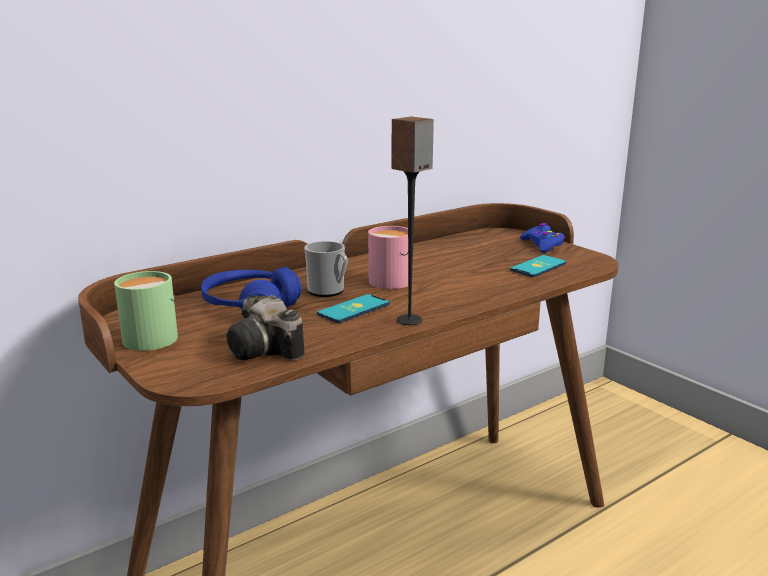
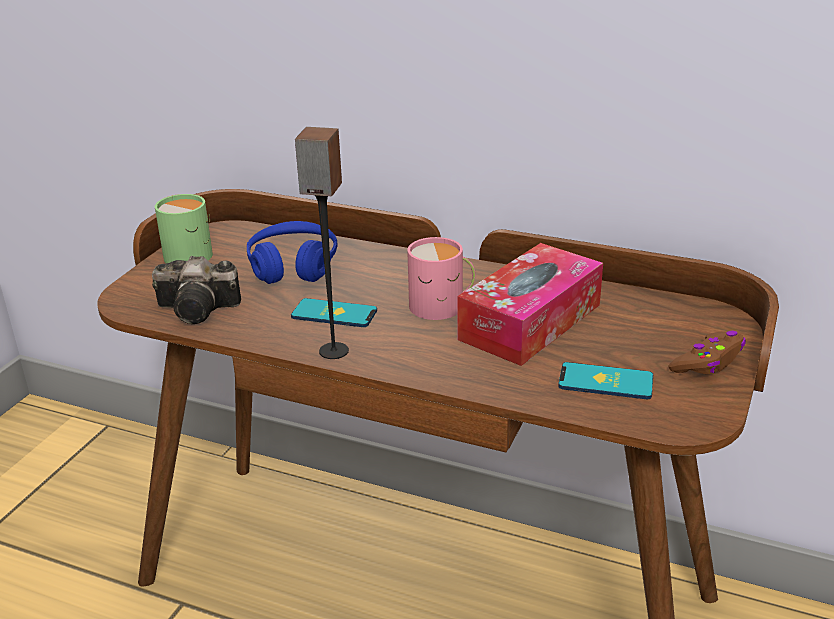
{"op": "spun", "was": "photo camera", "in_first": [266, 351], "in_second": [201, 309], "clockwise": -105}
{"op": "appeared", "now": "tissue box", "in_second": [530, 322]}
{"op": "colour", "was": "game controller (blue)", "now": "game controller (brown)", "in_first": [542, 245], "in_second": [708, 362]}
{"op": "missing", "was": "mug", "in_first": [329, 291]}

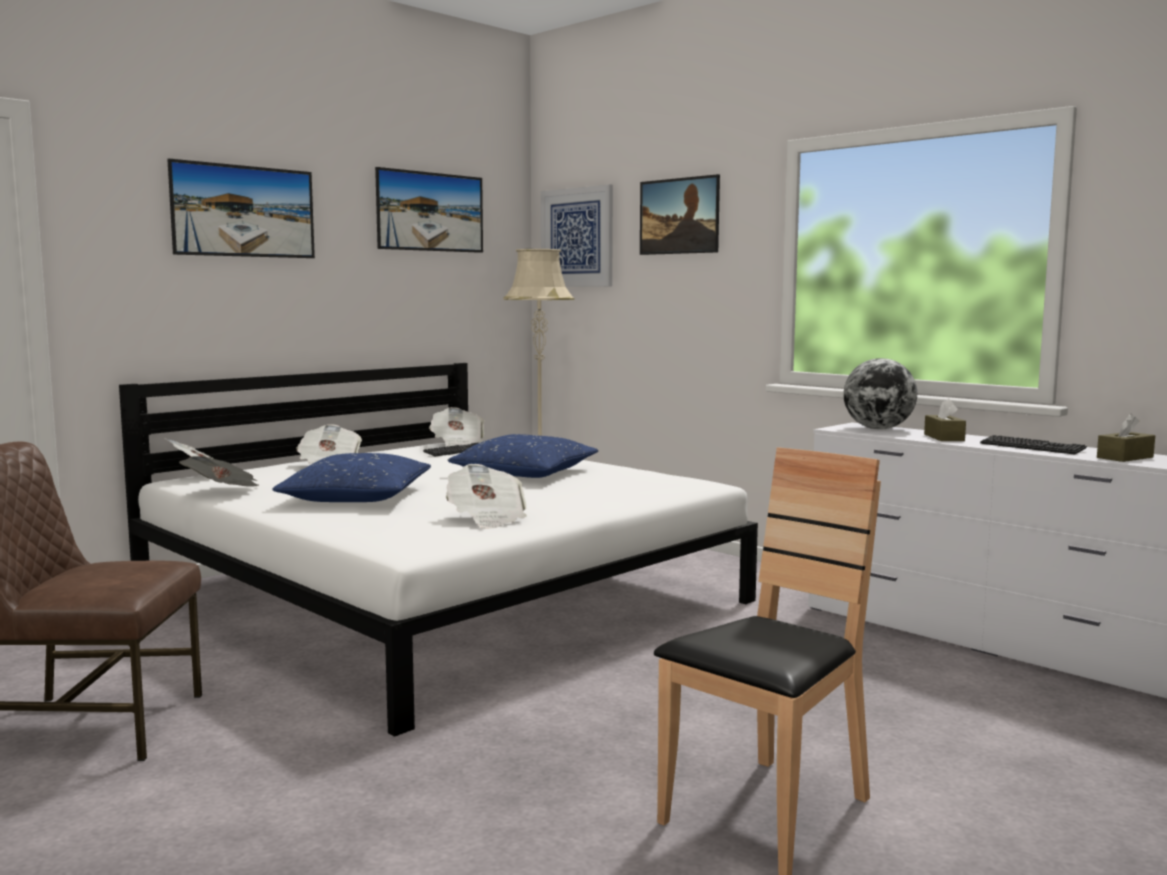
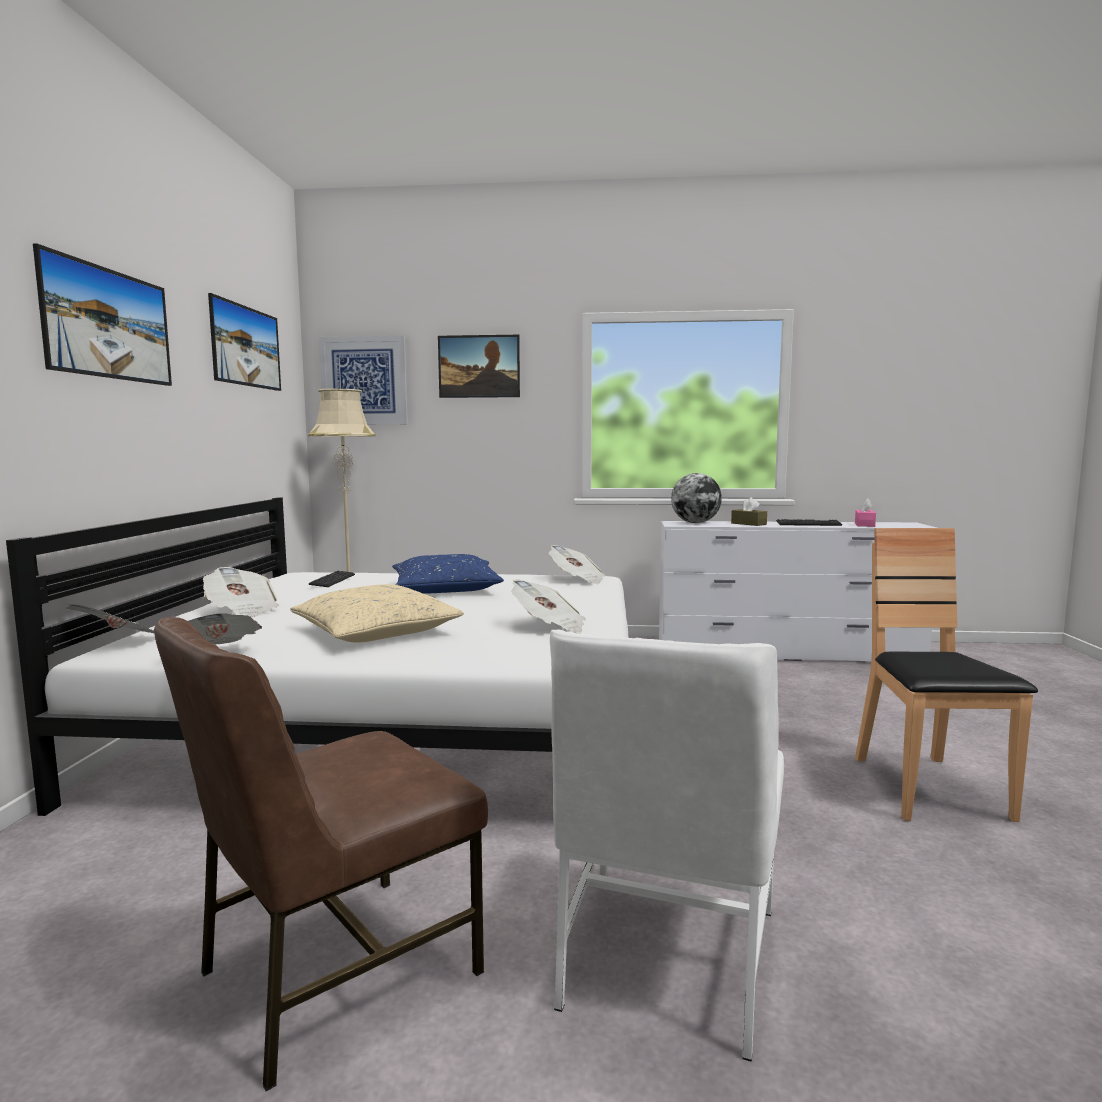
{"op": "colour", "was": "pillow (blue)", "now": "pillow (beige)", "in_first": [356, 497], "in_second": [376, 631]}
{"op": "relocated", "was": "newspaper", "in_first": [457, 443], "in_second": [577, 580]}
{"op": "appeared", "now": "chair (white)", "in_second": [666, 958]}
{"op": "colour", "was": "tissue box (brown)", "now": "tissue box (pink)", "in_first": [1125, 457], "in_second": [864, 524]}

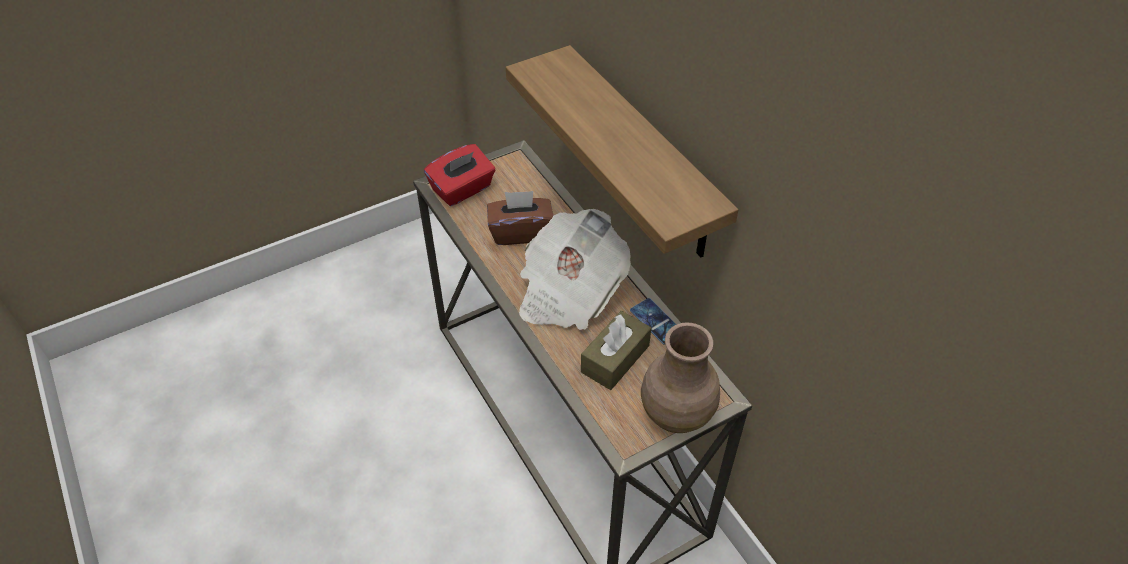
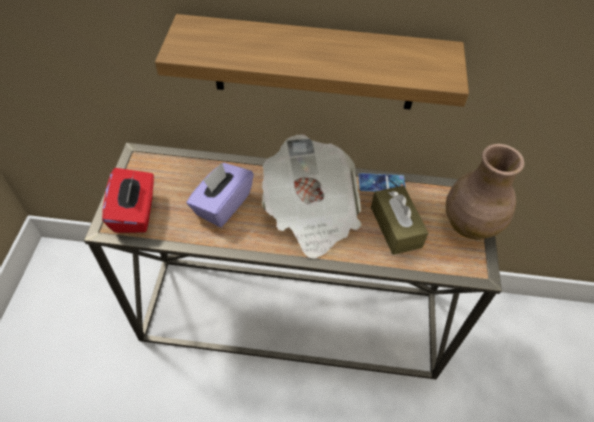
{"op": "colour", "was": "tissue box (brown)", "now": "tissue box (purple)", "in_first": [521, 232], "in_second": [222, 205]}

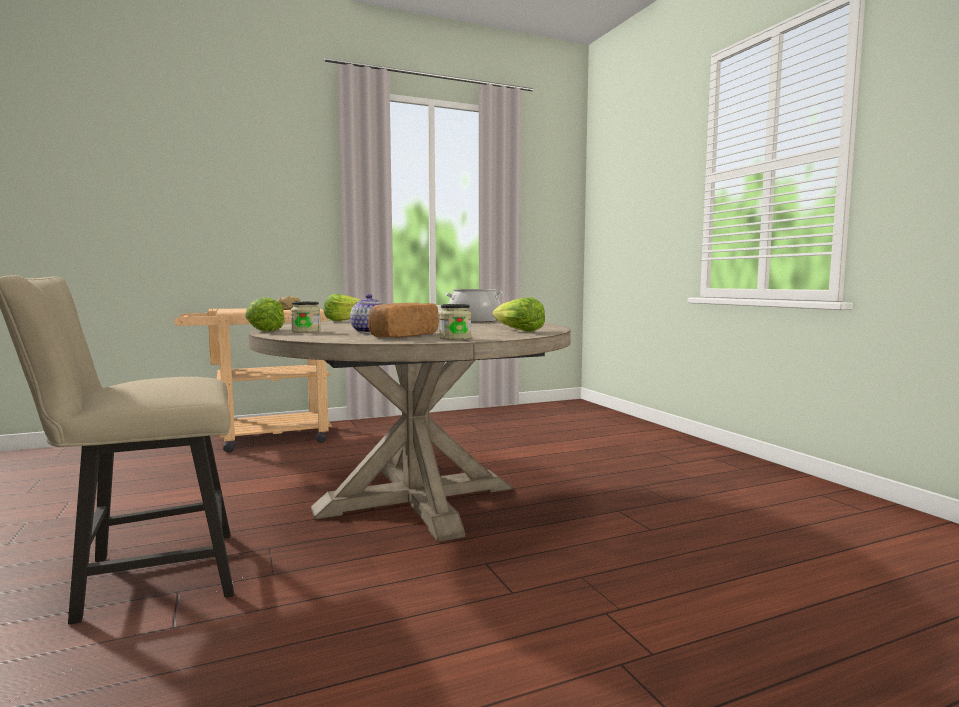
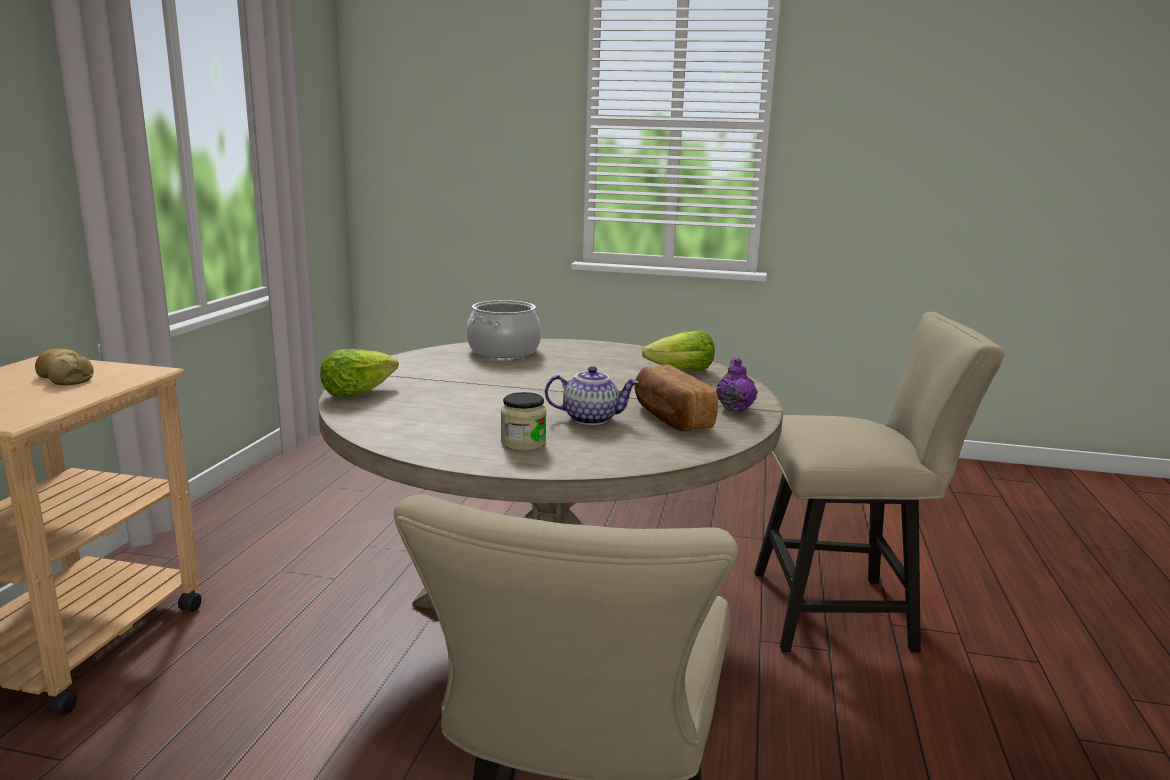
{"op": "exchanged", "was": "jar", "now": "teapot (purple)", "in_first": [455, 338], "in_second": [734, 408]}
{"op": "appeared", "now": "chair (beige)", "in_second": [845, 612]}
{"op": "missing", "was": "lettuce", "in_first": [266, 330]}

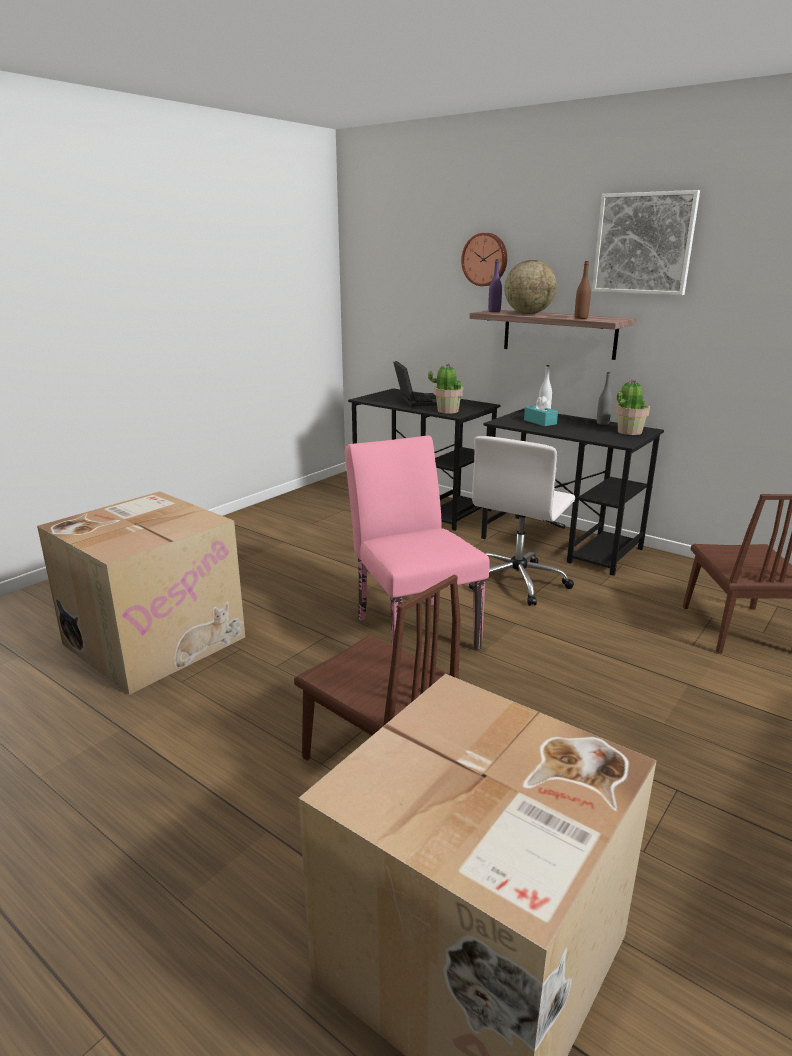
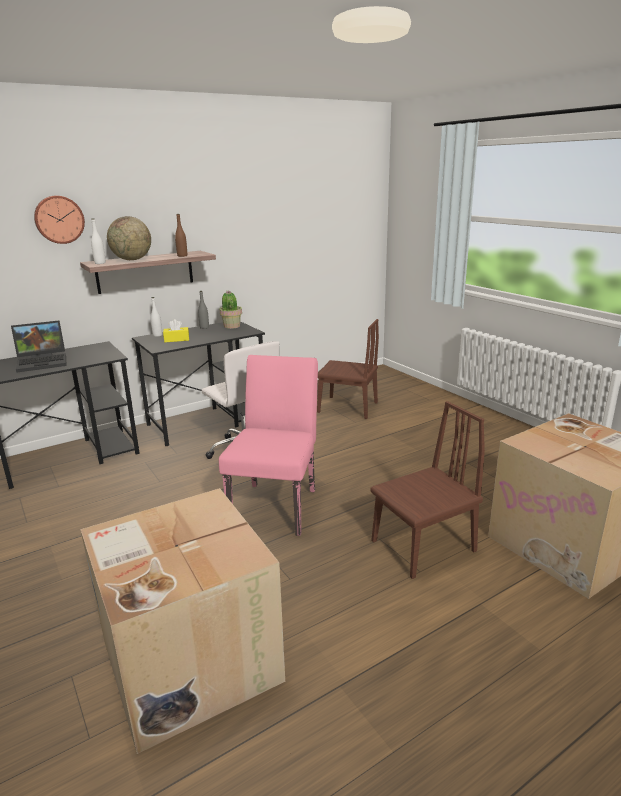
{"op": "spun", "was": "laptop", "in_first": [416, 401], "in_second": [44, 362], "clockwise": 150}
{"op": "colour", "was": "bottle (purple)", "now": "bottle (white)", "in_first": [494, 311], "in_second": [100, 263]}
{"op": "colour", "was": "tissue box (turquoise)", "now": "tissue box (yellow)", "in_first": [540, 422], "in_second": [176, 339]}
{"op": "spun", "was": "chair (pink)", "in_first": [412, 628], "in_second": [277, 503], "clockwise": 105}
{"op": "missing", "was": "potted plant", "in_first": [447, 411]}
{"op": "missing", "was": "picture", "in_first": [644, 244]}

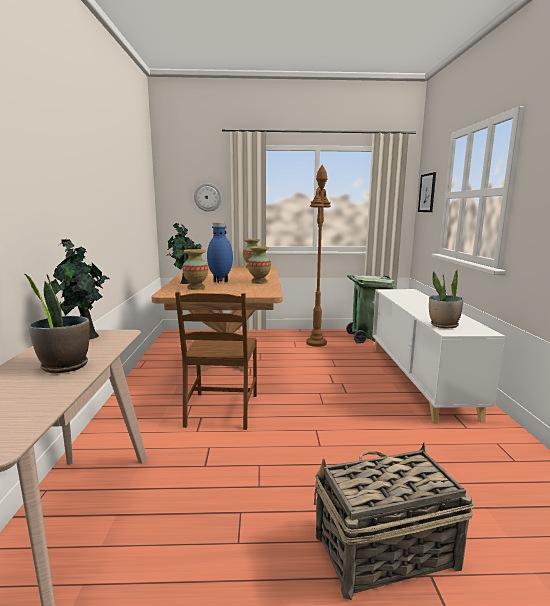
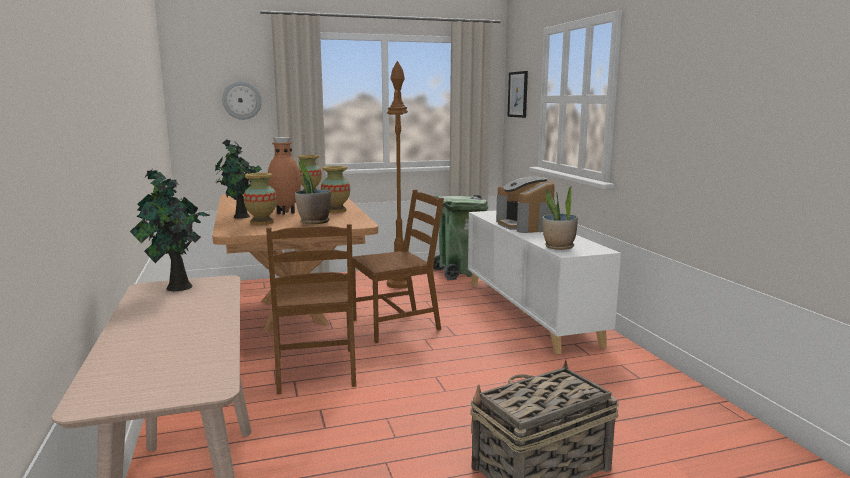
{"op": "colour", "was": "vase (blue)", "now": "vase (brown)", "in_first": [220, 281], "in_second": [285, 212]}
{"op": "relocated", "was": "potted plant", "in_first": [64, 366], "in_second": [314, 222]}
{"op": "appeared", "now": "chair (brown)", "in_second": [396, 325]}
{"op": "appeared", "now": "coffee machine", "in_second": [525, 225]}

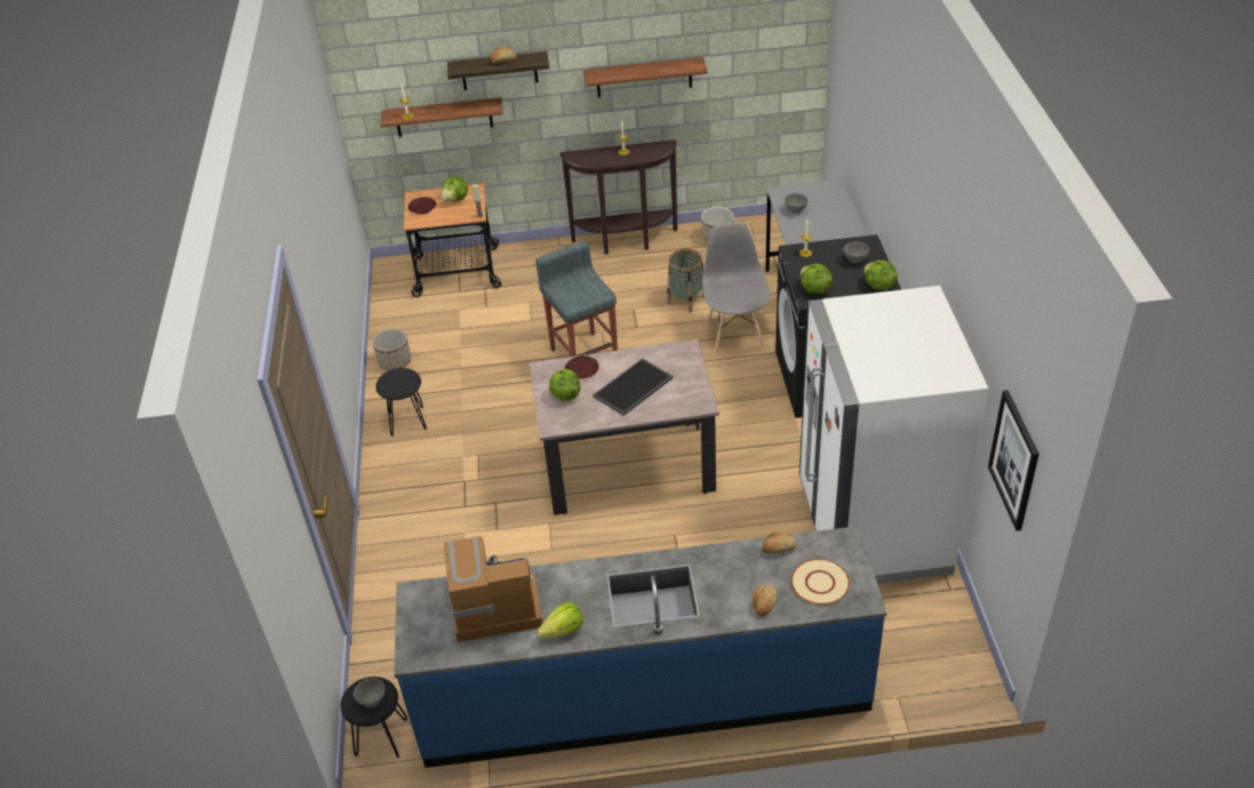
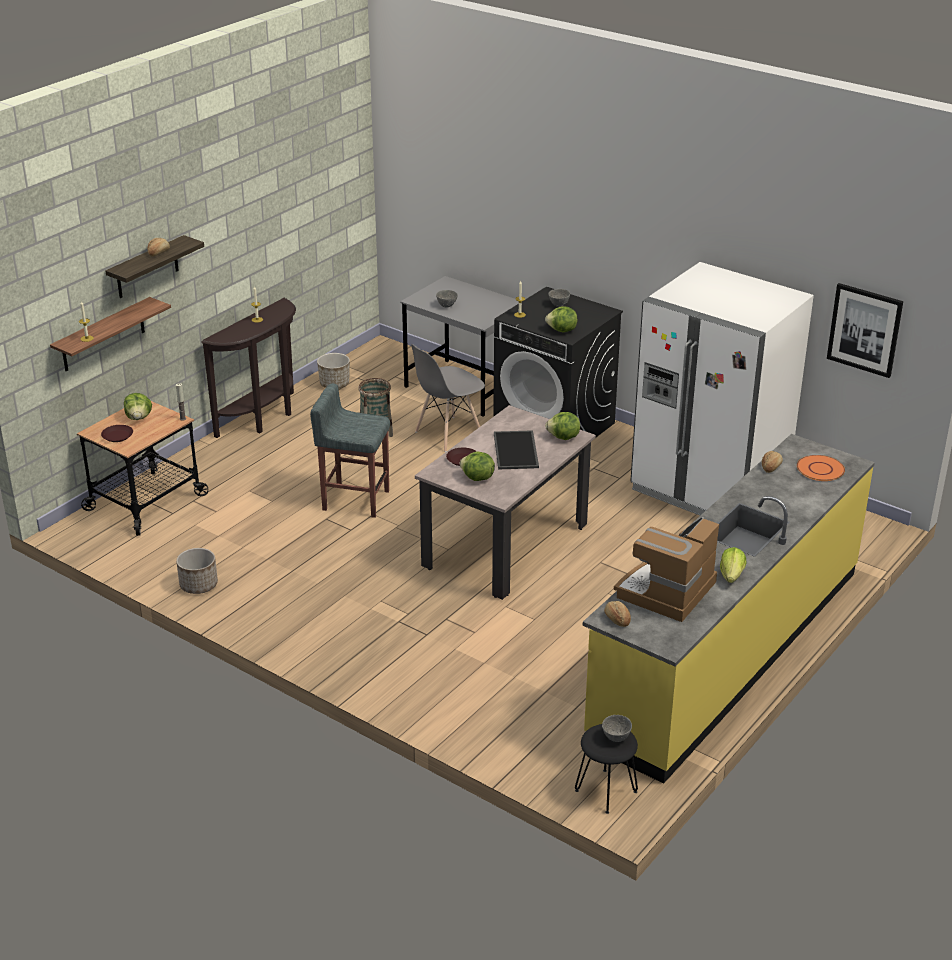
{"op": "spun", "was": "chair (grey)", "in_first": [735, 335], "in_second": [448, 434], "clockwise": -75}
{"op": "relocated", "was": "lettuce", "in_first": [878, 286], "in_second": [563, 437]}
{"op": "colour", "was": "counter (blue)", "now": "counter (yellow)", "in_first": [643, 695], "in_second": [726, 652]}
{"op": "relocated", "was": "bread", "in_first": [764, 604], "in_second": [616, 619]}
{"op": "colour", "was": "plate (beige)", "now": "plate (orange)", "in_first": [820, 582], "in_second": [820, 469]}
{"op": "missing", "was": "stool (black)", "in_first": [407, 421]}
{"op": "missing", "was": "shelf", "in_first": [644, 77]}

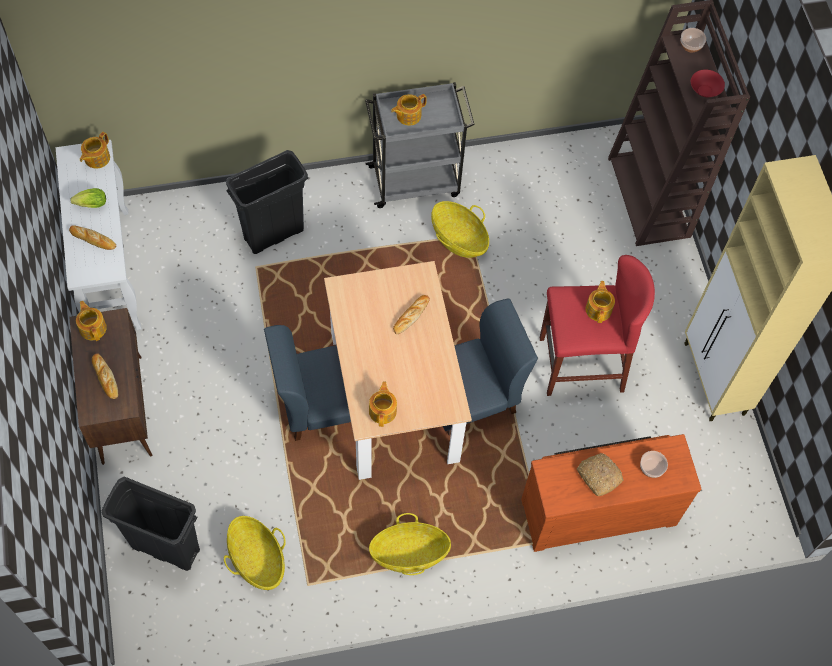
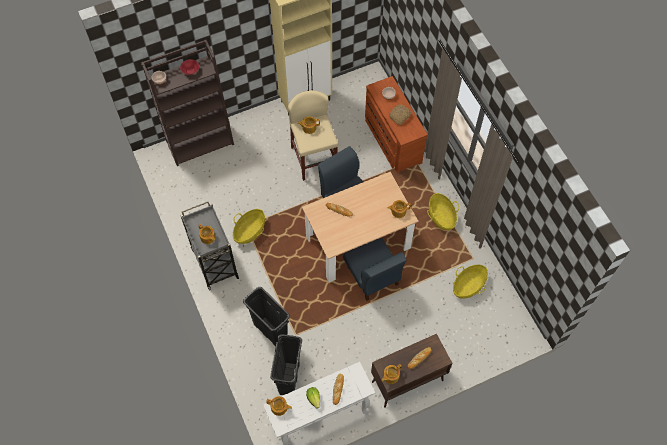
{"op": "relocated", "was": "trash can (black)", "in_first": [165, 548], "in_second": [289, 378]}
{"op": "colour", "was": "stool (red)", "now": "stool (beige)", "in_first": [580, 364], "in_second": [313, 159]}

